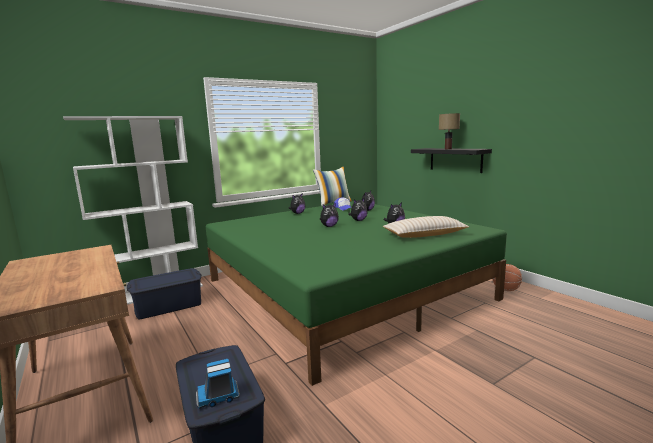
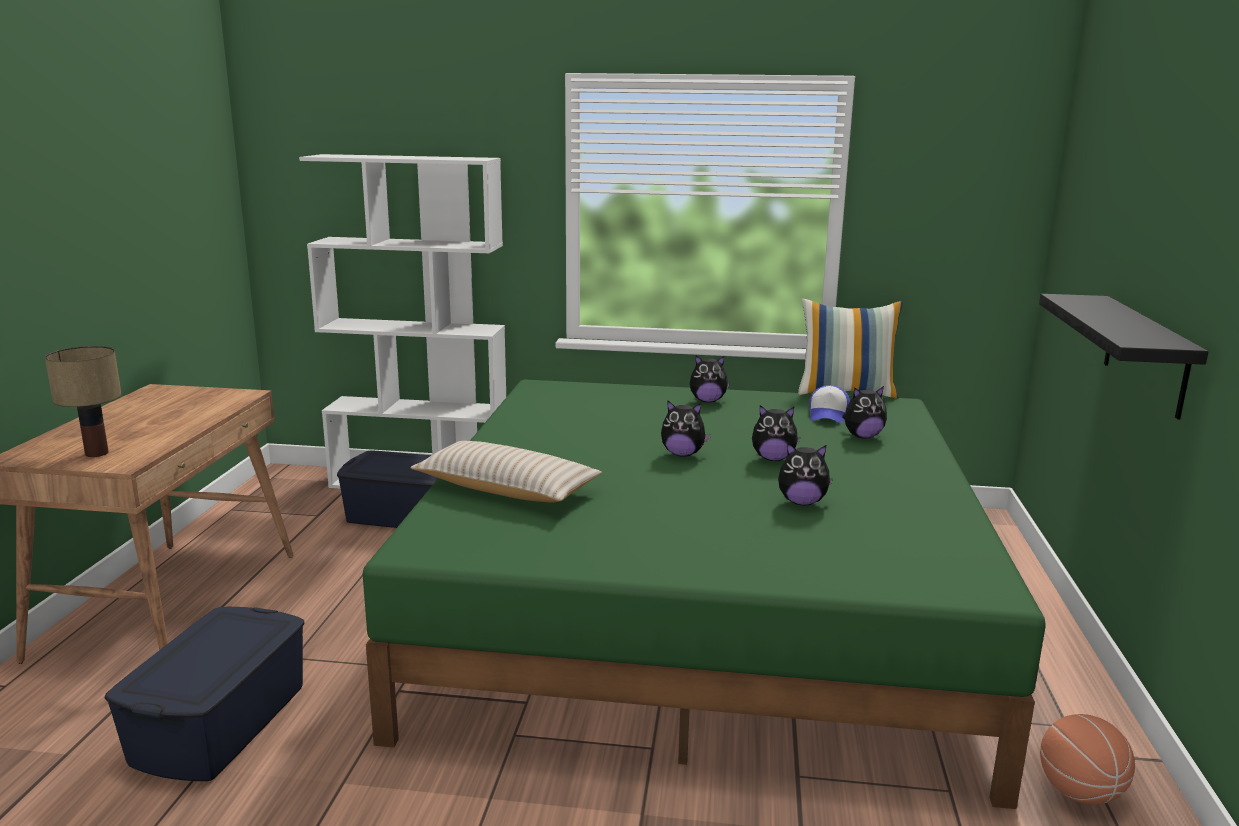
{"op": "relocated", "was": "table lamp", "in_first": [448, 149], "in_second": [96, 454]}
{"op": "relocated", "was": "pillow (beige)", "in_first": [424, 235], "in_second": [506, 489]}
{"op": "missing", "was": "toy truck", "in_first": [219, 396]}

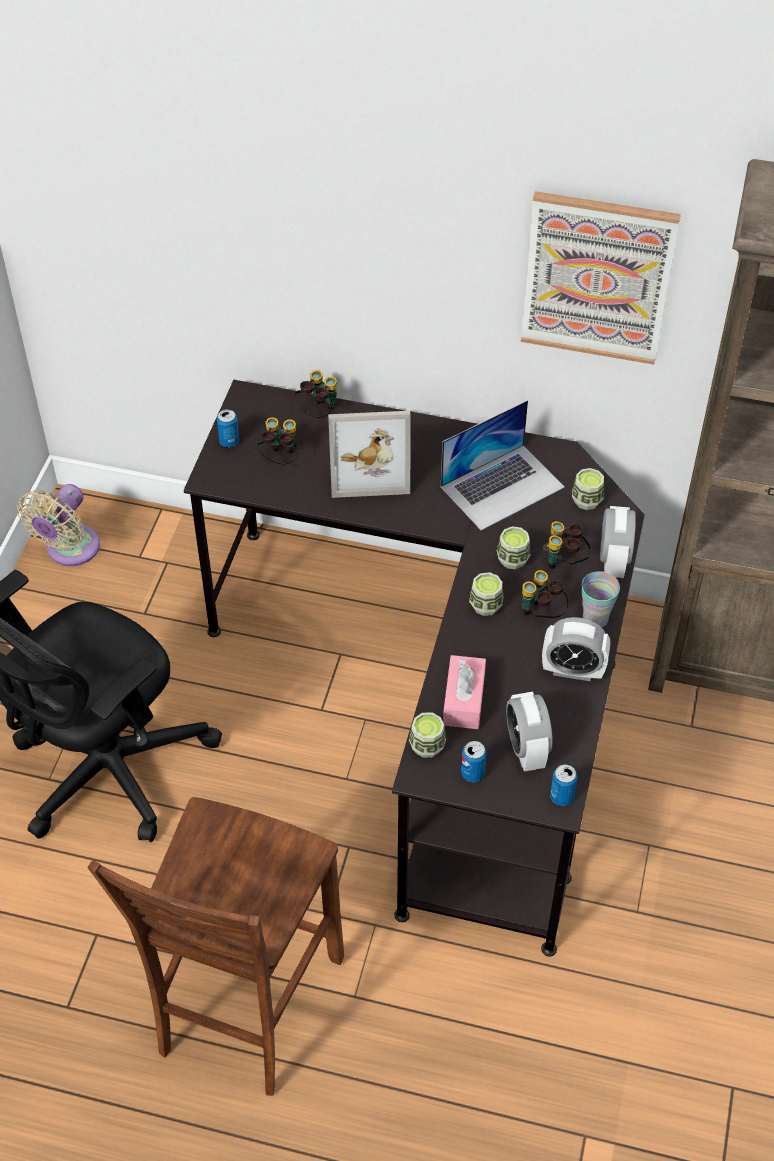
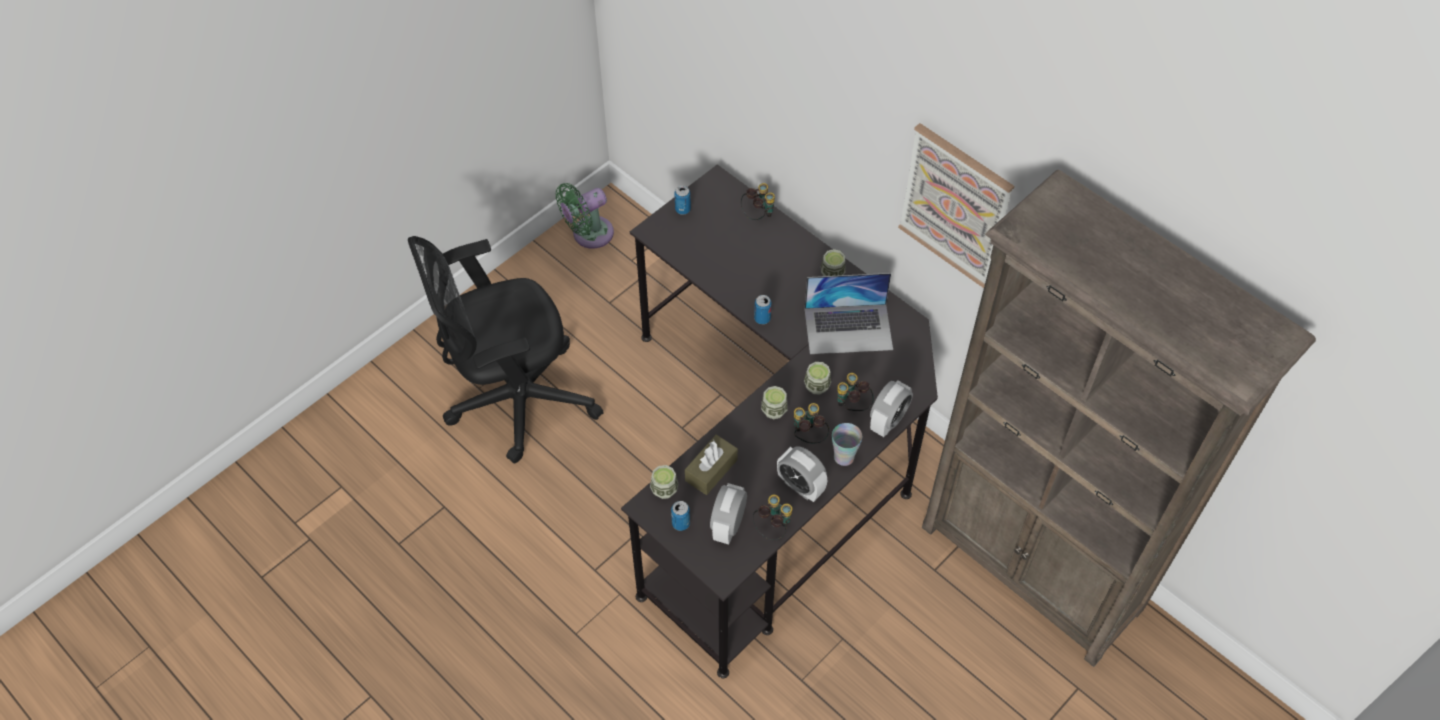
{"op": "colour", "was": "fan (beige)", "now": "fan (green)", "in_first": [69, 550], "in_second": [589, 234]}
{"op": "colour", "was": "tissue box (pink)", "now": "tissue box (brown)", "in_first": [464, 700], "in_second": [711, 470]}
{"op": "relocated", "was": "binoculars", "in_first": [280, 459], "in_second": [772, 528]}
{"op": "relocated", "was": "can", "in_first": [561, 797], "in_second": [762, 318]}
{"op": "relocated", "was": "cup", "in_first": [586, 500], "in_second": [832, 273]}
{"op": "missing", "was": "chair (brown)", "in_first": [245, 1007]}
{"op": "missing", "was": "picture frame", "in_first": [369, 468]}

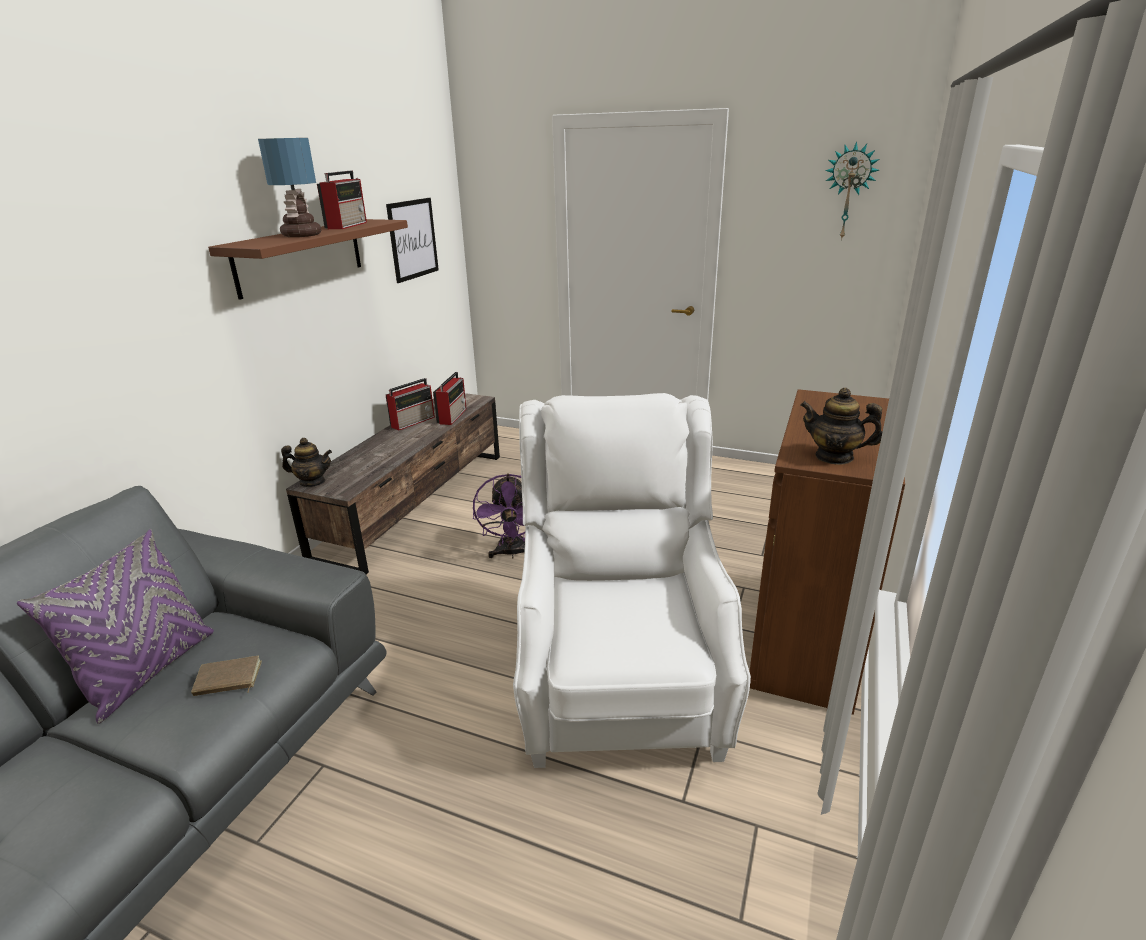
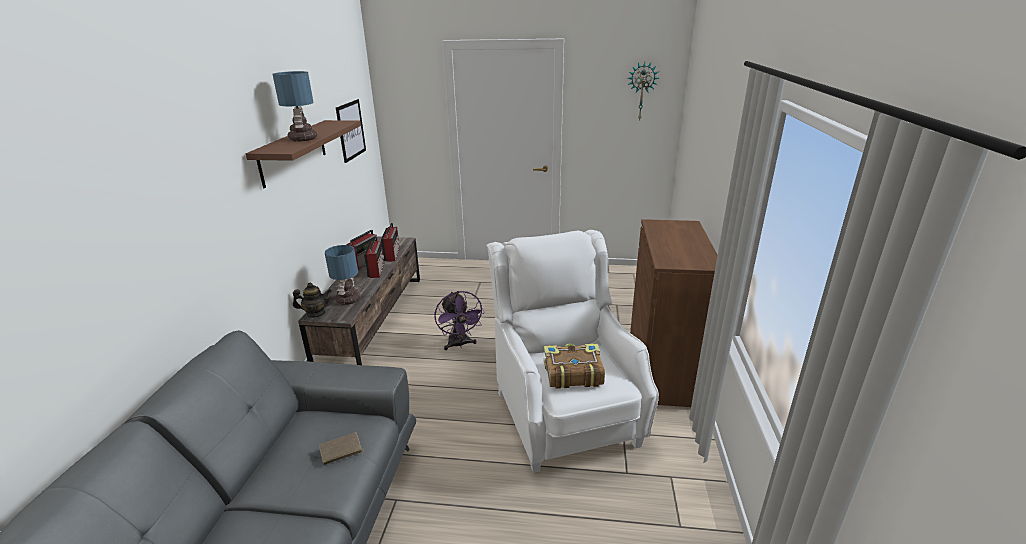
{"op": "appeared", "now": "table lamp", "in_second": [348, 299]}
{"op": "relocated", "was": "radio", "in_first": [347, 225], "in_second": [376, 270]}
{"op": "appeared", "now": "book", "in_second": [572, 373]}
{"op": "missing", "was": "pillow (purple)", "in_first": [148, 671]}
{"op": "missing", "was": "teapot", "in_first": [834, 457]}

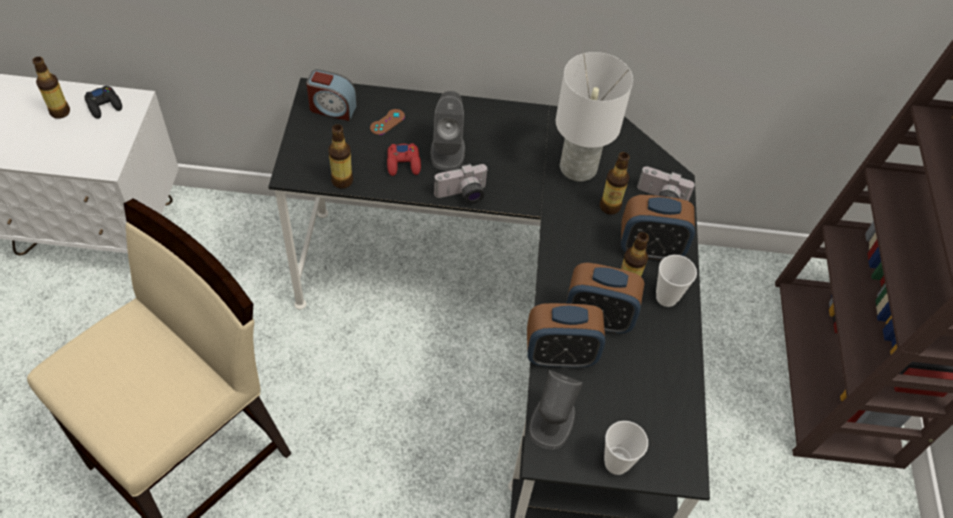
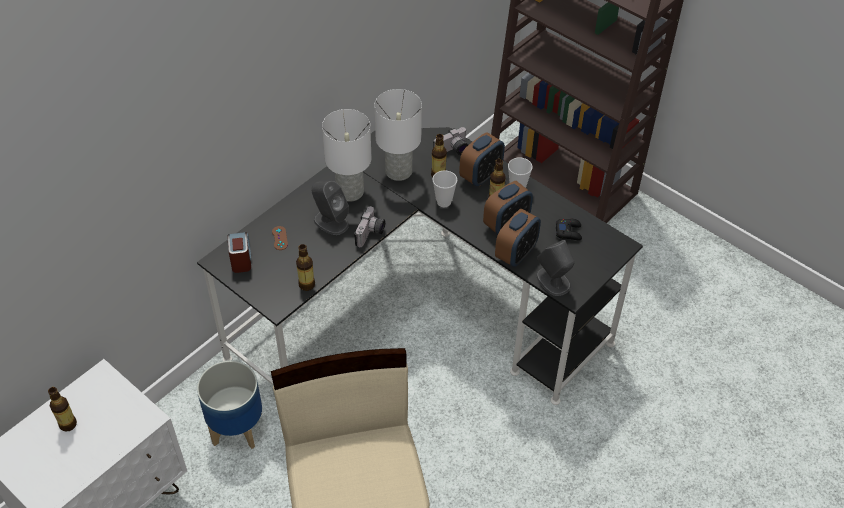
{"op": "appeared", "now": "planter", "in_second": [237, 428]}
{"op": "spun", "was": "alarm clock", "in_first": [332, 108], "in_second": [241, 259], "clockwise": -60}
{"op": "appeared", "now": "table lamp (white)", "in_second": [349, 191]}
{"op": "relocated", "was": "cup", "in_first": [616, 463], "in_second": [444, 202]}
{"op": "relocated", "was": "game controller (black)", "in_first": [104, 105], "in_second": [568, 232]}
{"op": "missing", "was": "game controller (red)", "in_first": [404, 163]}

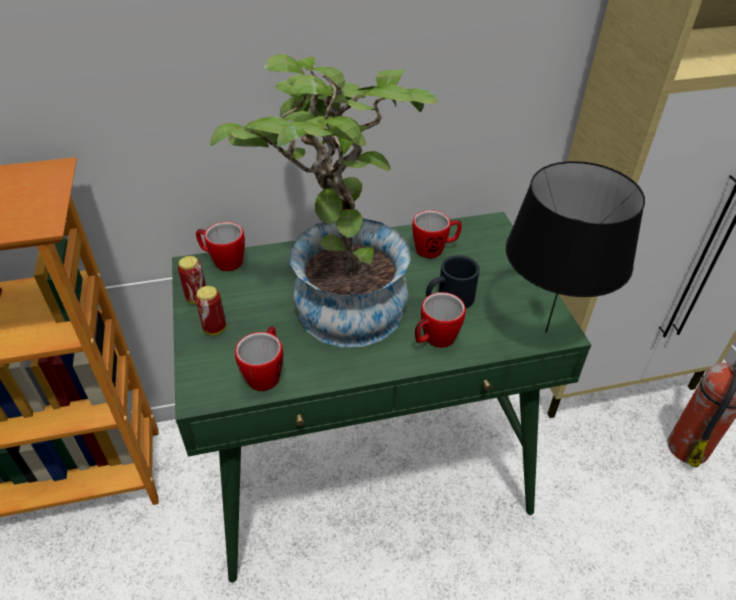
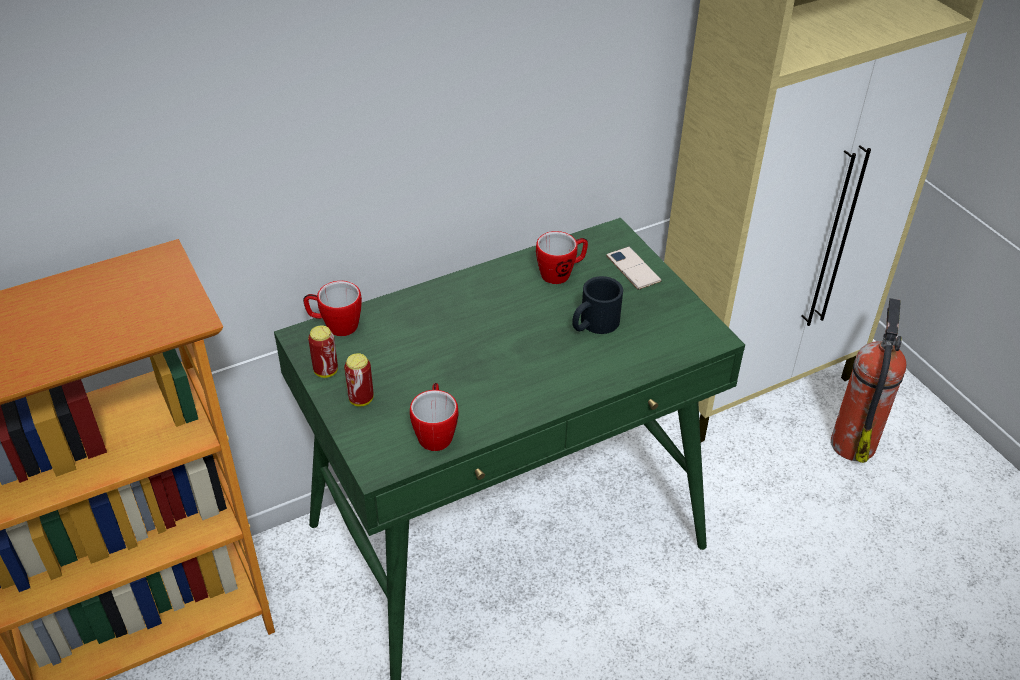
{"op": "appeared", "now": "phone", "in_second": [633, 268]}
{"op": "missing", "was": "potted plant", "in_first": [338, 300]}
{"op": "missing", "was": "mug", "in_first": [434, 340]}
{"op": "missing", "was": "table lamp (black)", "in_first": [546, 331]}

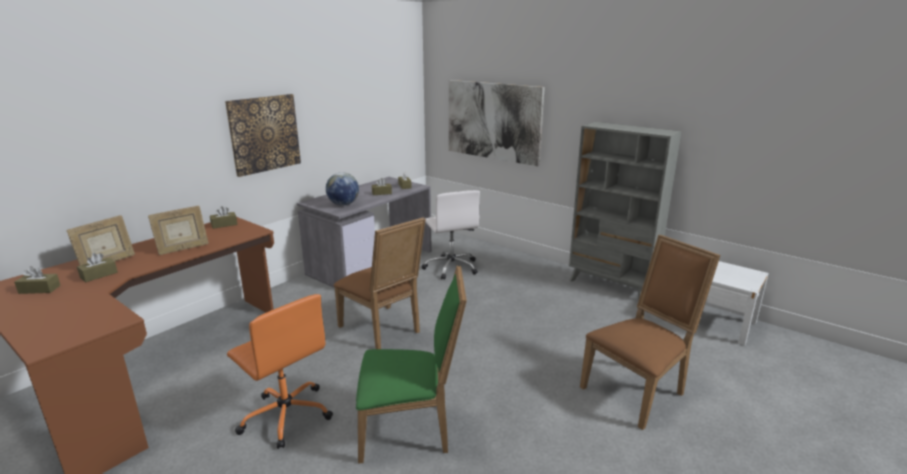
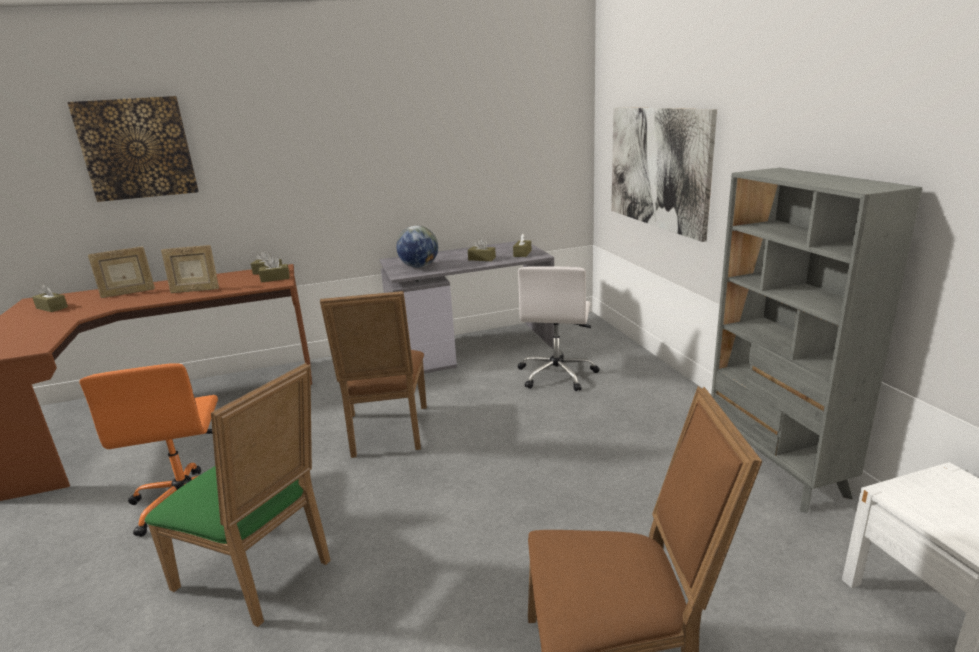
{"op": "relocated", "was": "picture", "in_first": [264, 134], "in_second": [137, 149]}
{"op": "relocated", "was": "tissue box (brown)", "in_first": [99, 275], "in_second": [275, 278]}

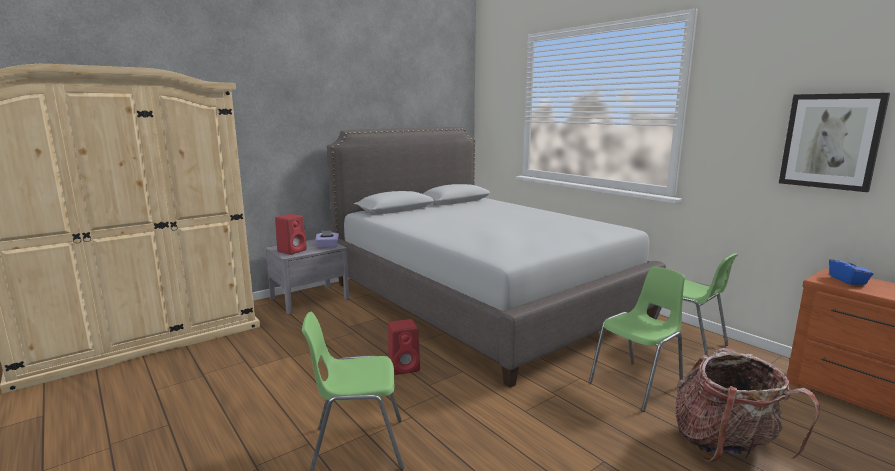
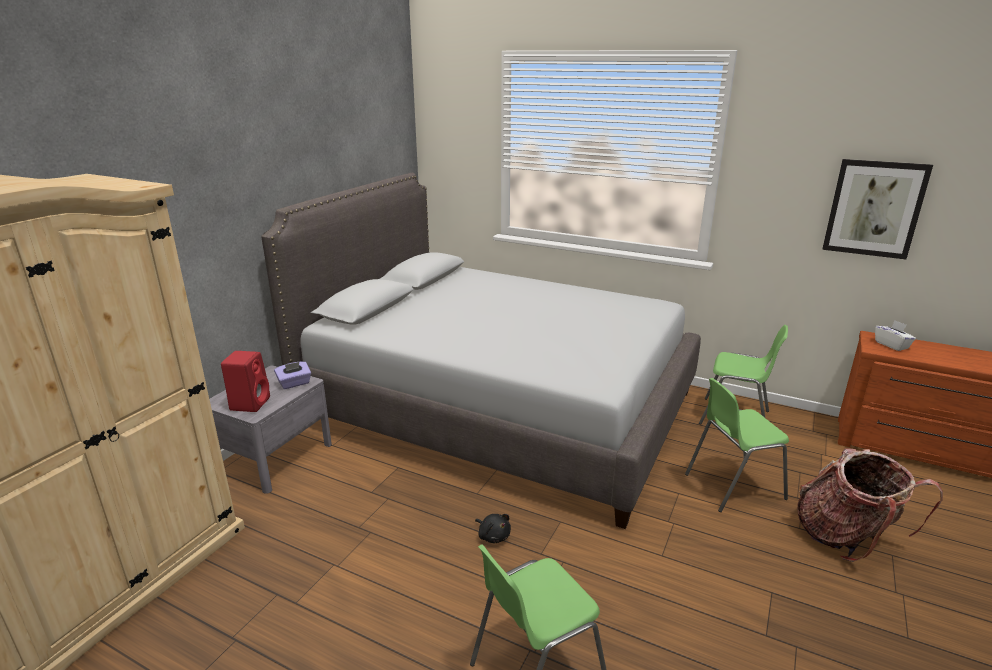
{"op": "exchanged", "was": "speaker (red)", "now": "plush toy (black)", "in_first": [405, 367], "in_second": [493, 536]}
{"op": "spun", "was": "chair (green)", "in_first": [637, 385], "in_second": [732, 486], "clockwise": -135}
{"op": "colour", "was": "tissue box (blue)", "now": "tissue box (white)", "in_first": [848, 280], "in_second": [891, 345]}

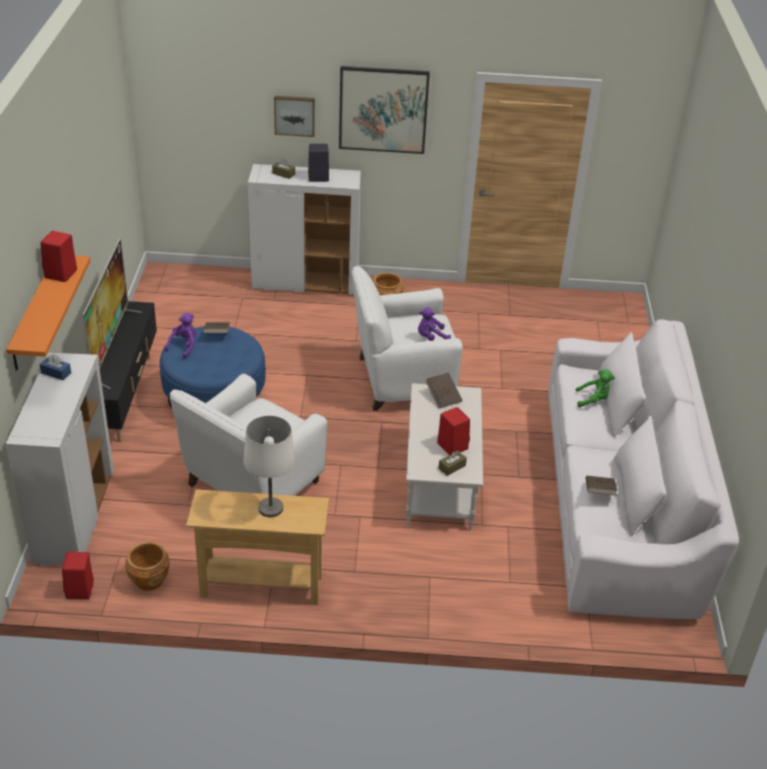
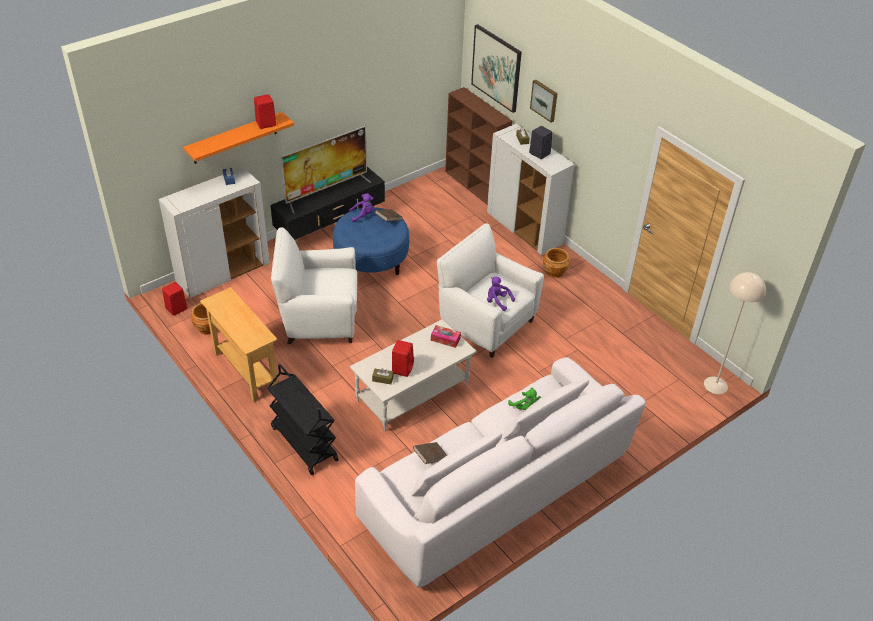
{"op": "appeared", "now": "cart (black)", "in_second": [303, 443]}
{"op": "exchanged", "was": "book (brown)", "now": "tissue box", "in_first": [443, 397], "in_second": [445, 339]}
{"op": "appeared", "now": "bookcase (brown)", "in_second": [475, 186]}
{"op": "relocated", "was": "picture", "in_first": [383, 109], "in_second": [496, 68]}
{"op": "appeared", "now": "floor lamp (beige)", "in_second": [715, 385]}
{"op": "missing", "was": "table lamp (white)", "in_first": [270, 508]}

